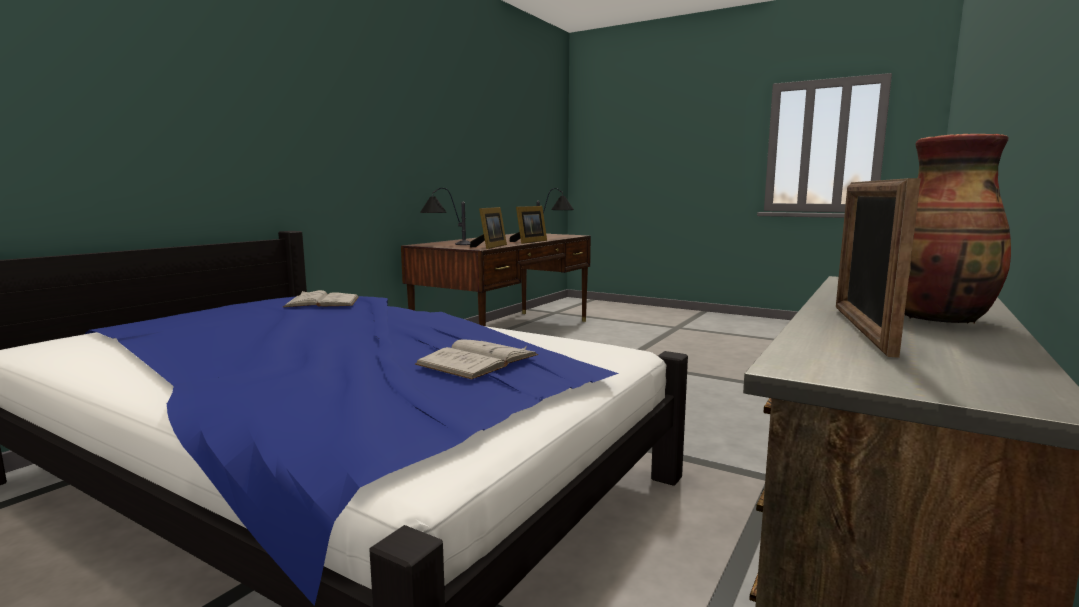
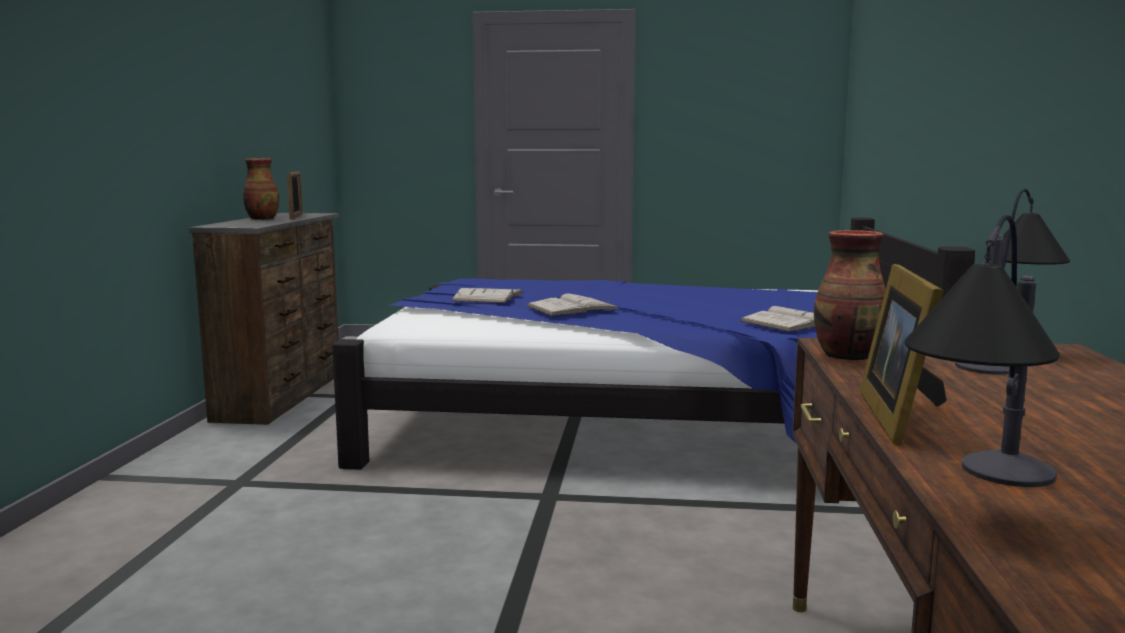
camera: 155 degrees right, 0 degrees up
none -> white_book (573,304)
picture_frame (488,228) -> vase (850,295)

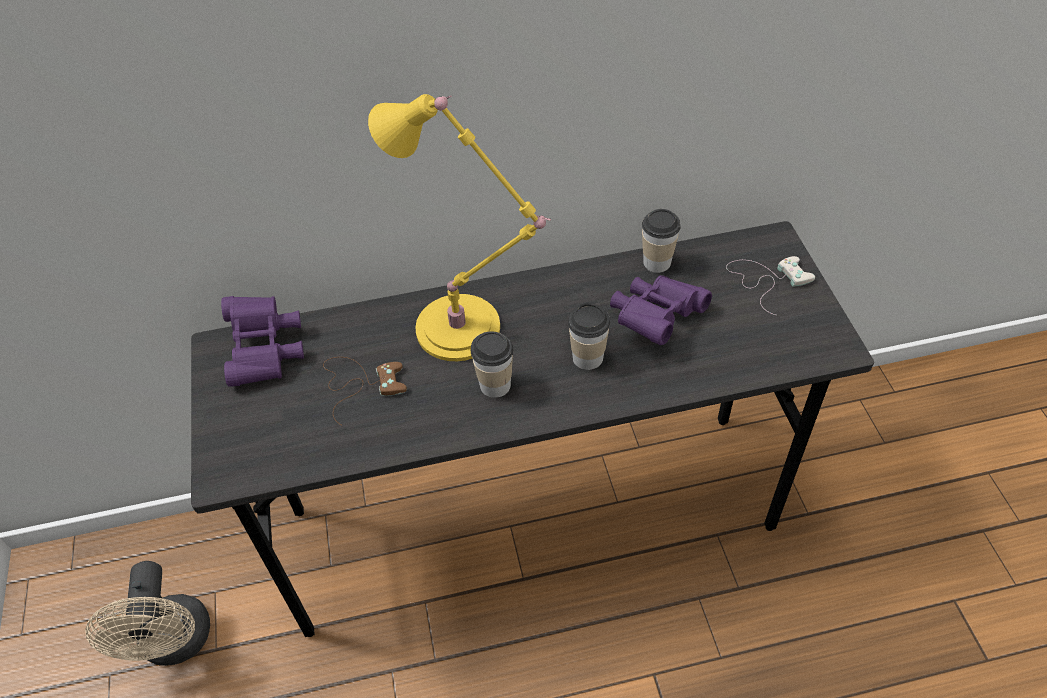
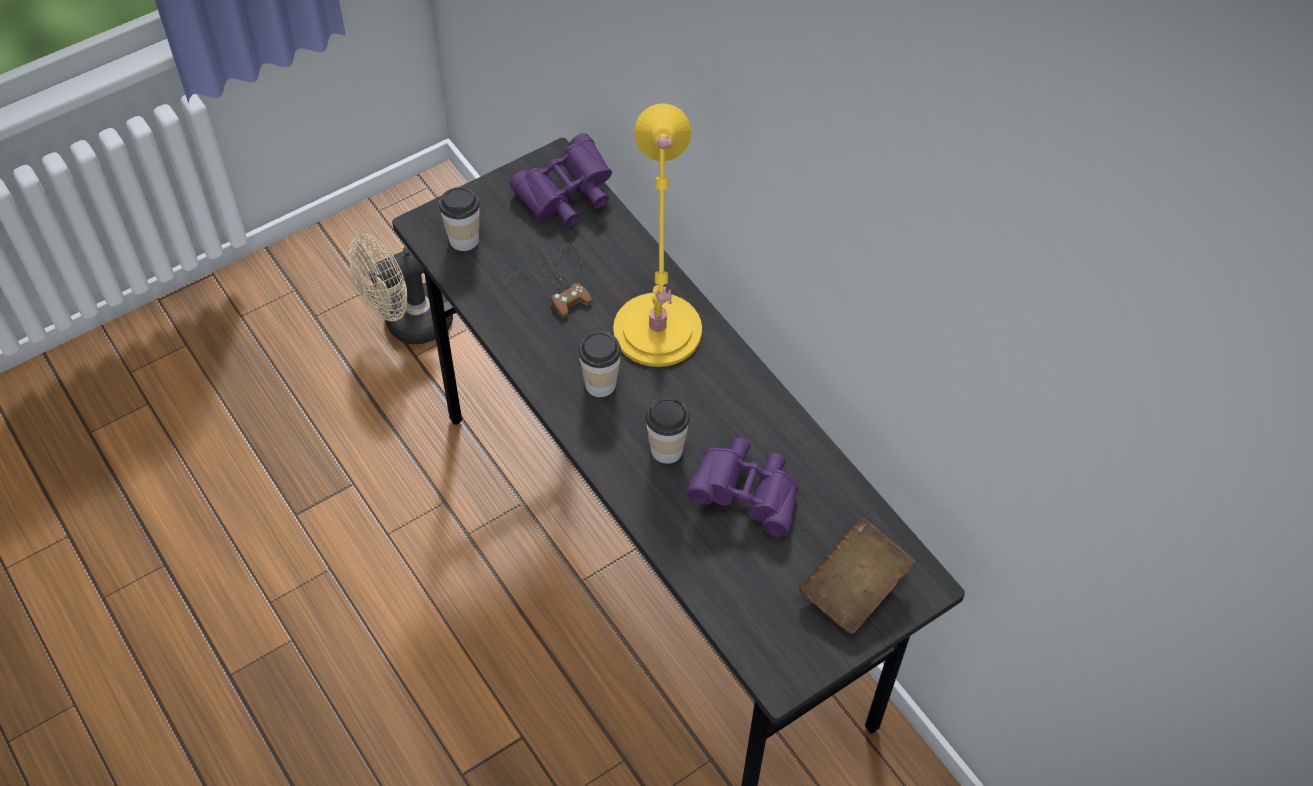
camera: 65 degrees right, 5 degrees up
cup (661,241) -> cup (459,219), move
white_game_controller (770,285) -> brown_book (857,576)

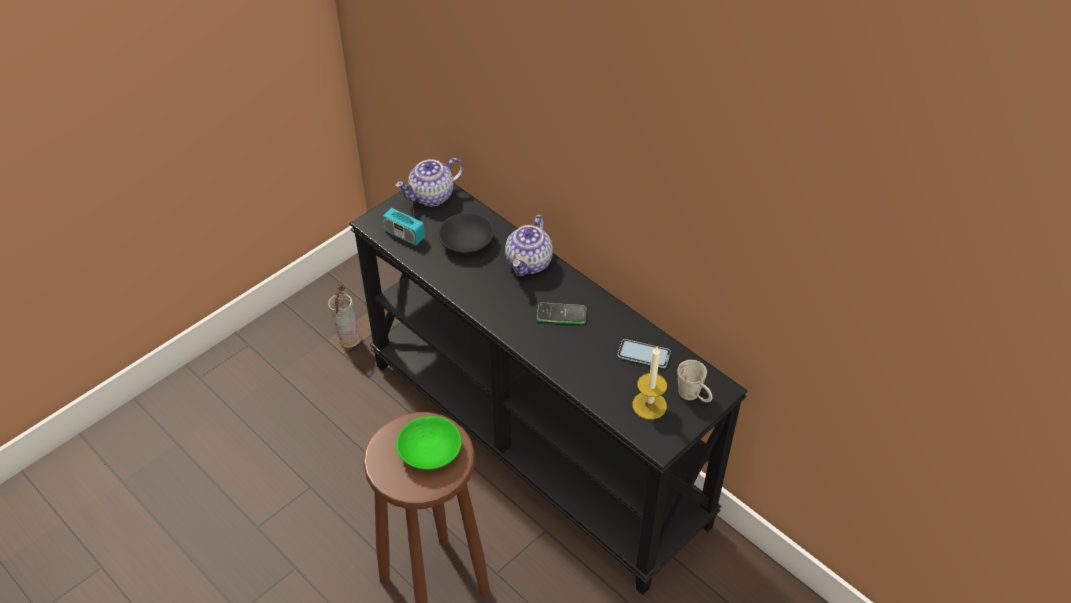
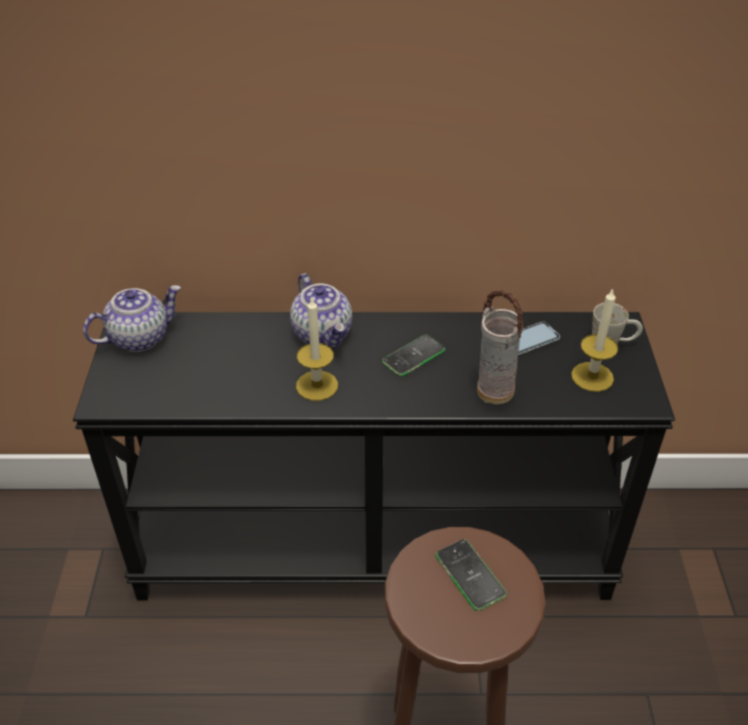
camera: 45 degrees left, 5 degrees down
radio (403,219) -> none
black_bowl (466,233) -> none
none -> candle (317,349)
vase (344,316) -> vase (500,347), move
green_bowl (429,443) -> phone (470,574)
teapot (430,182) -> teapot (132,318), 135 degrees counterclockwise

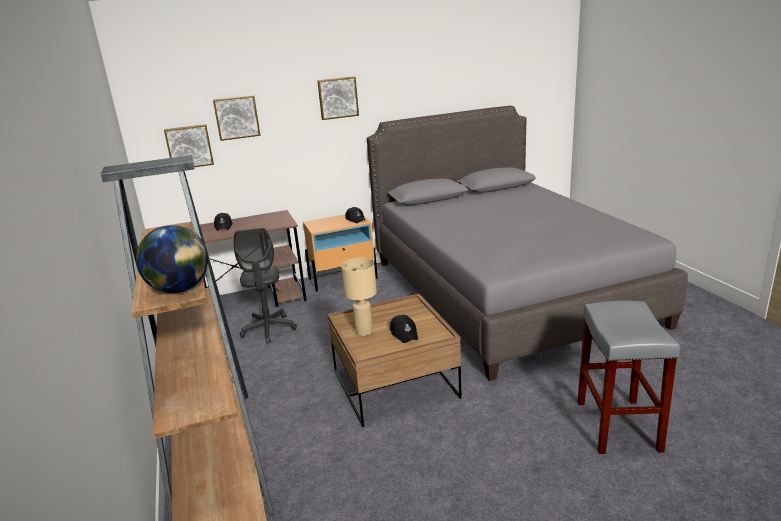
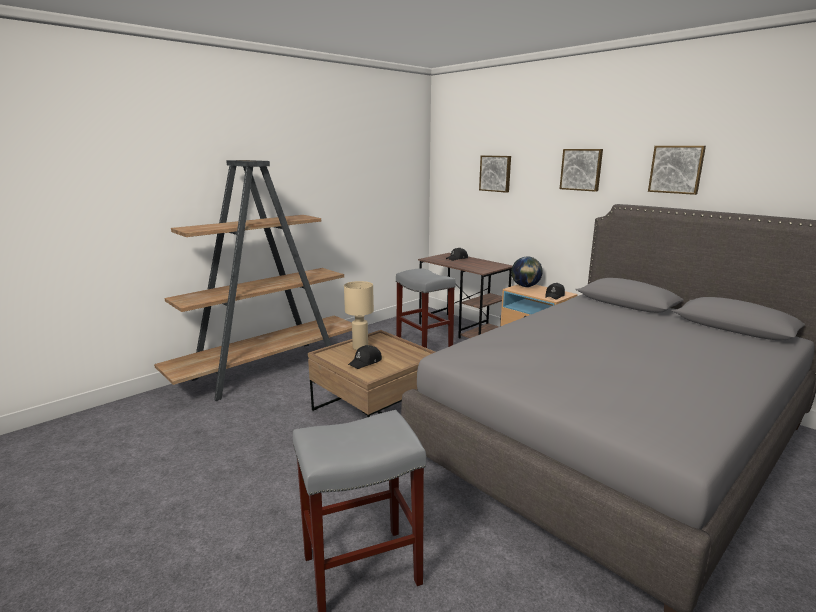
camera: 65 degrees right, 5 degrees down
globe (172,259) -> globe (527,272), move
picture (189,145) -> picture (677,170), move
grey_office_chair (265,285) -> grey_stool (426,308)

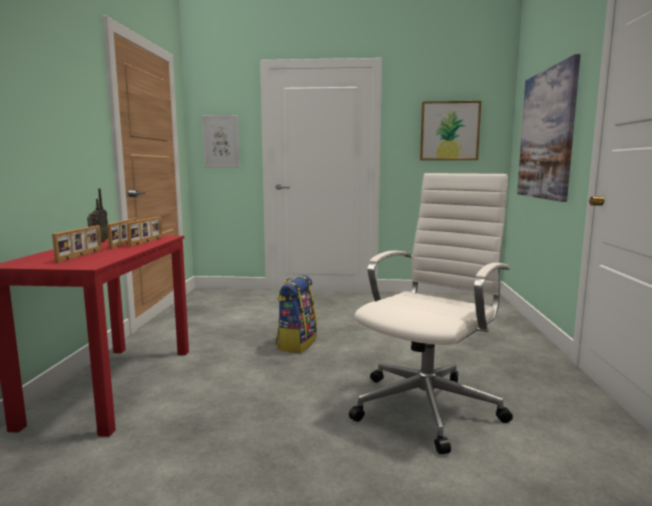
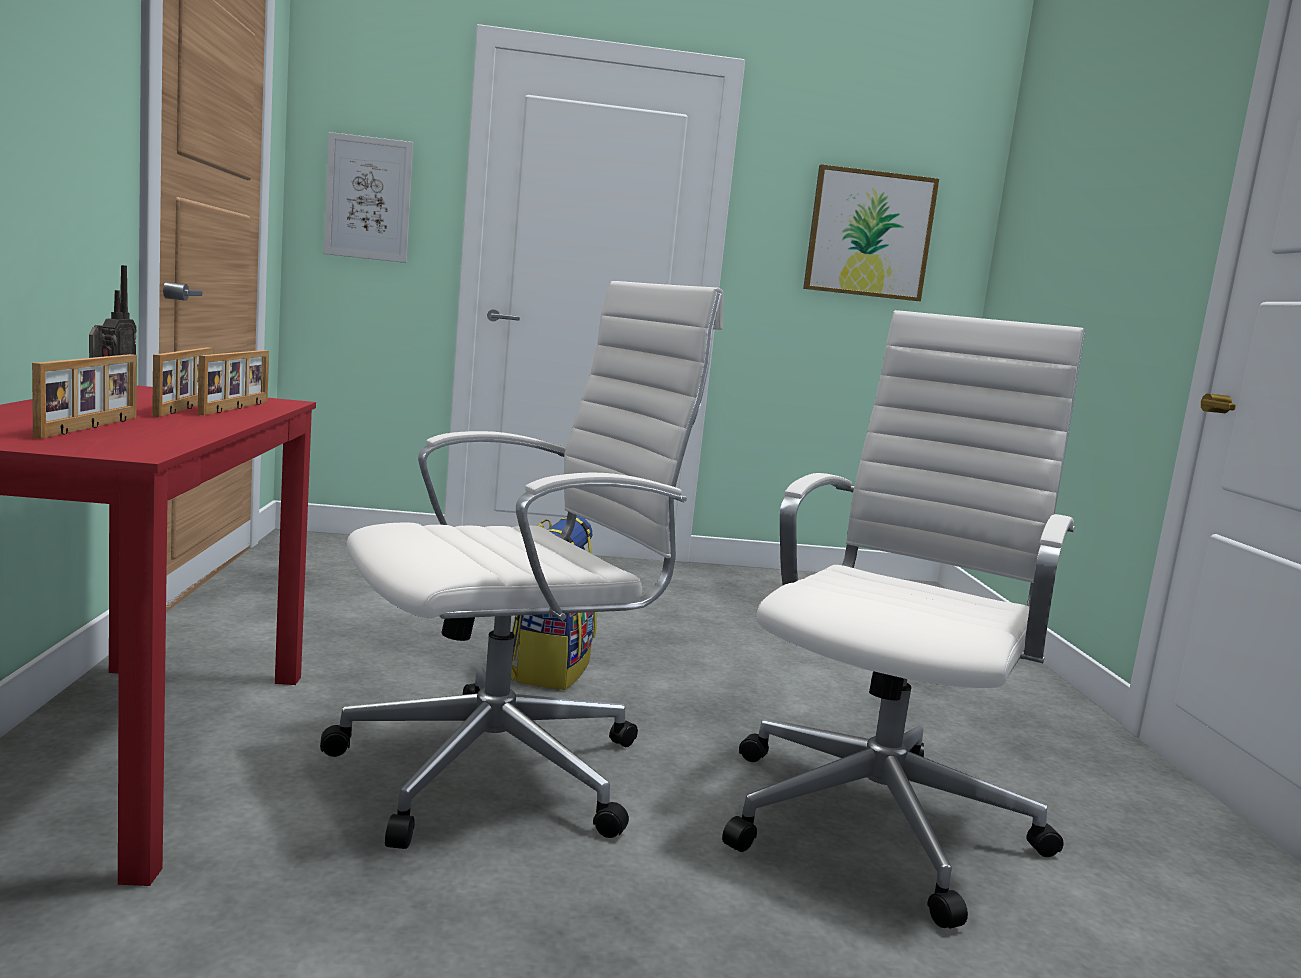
camera: 10 degrees left, 0 degrees up
picture (549,128) -> none
none -> white_office_chair (522,565)

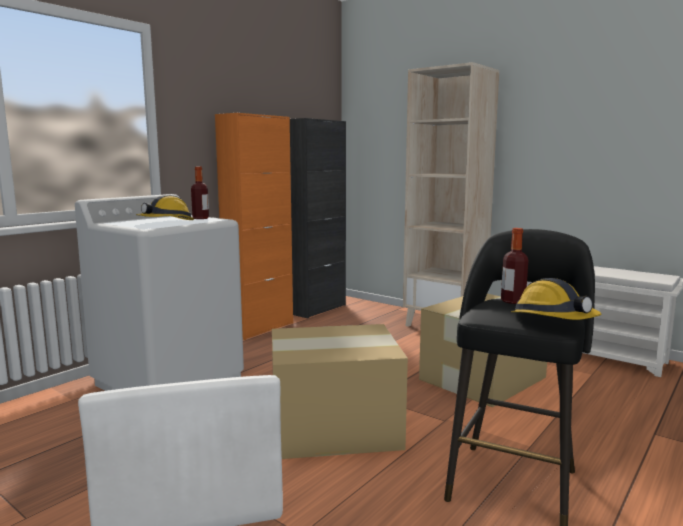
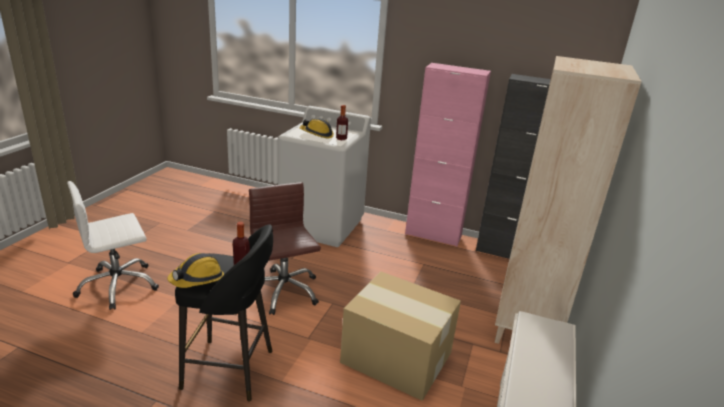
camera: 70 degrees right, 15 degrees up
cardboard_box (340,391) -> brown_office_chair (285,248)
orange_cabinet (254,226) -> pink_cabinet (448,155)

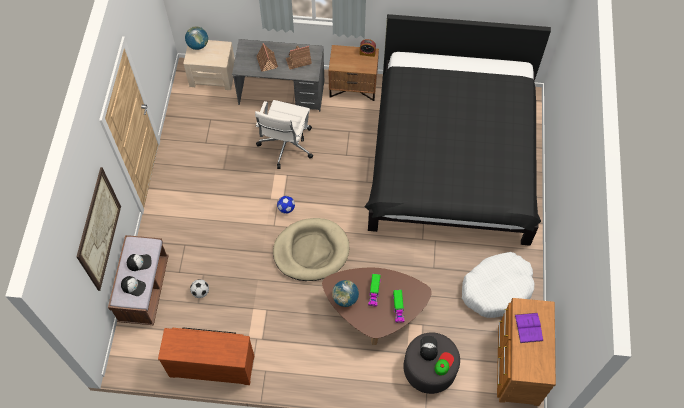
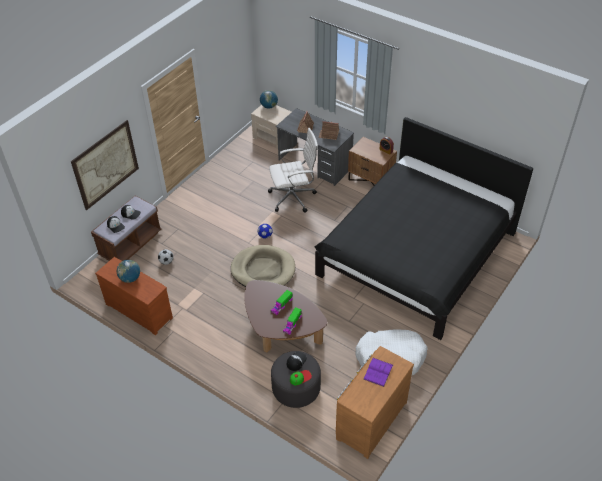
camera: 30 degrees right, 15 degrees down
globe (345,293) -> globe (128,271), move
white_office_chair (284,134) -> white_office_chair (293,170), 150 degrees counterclockwise

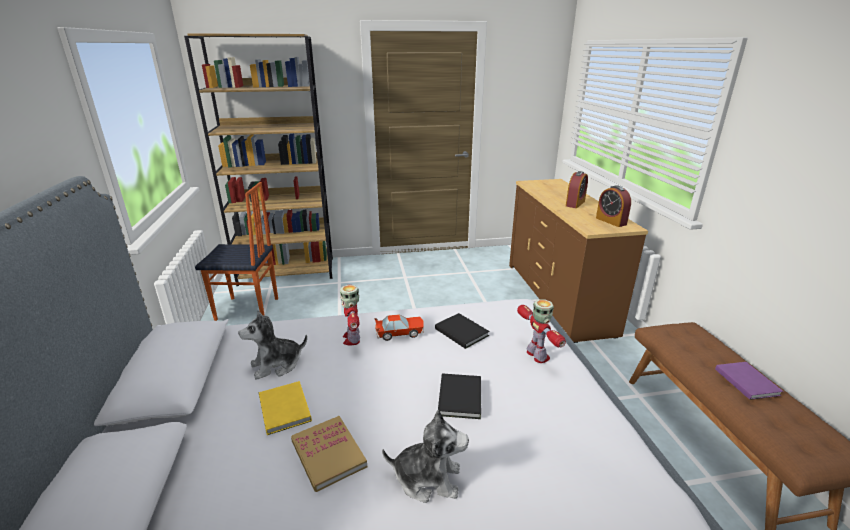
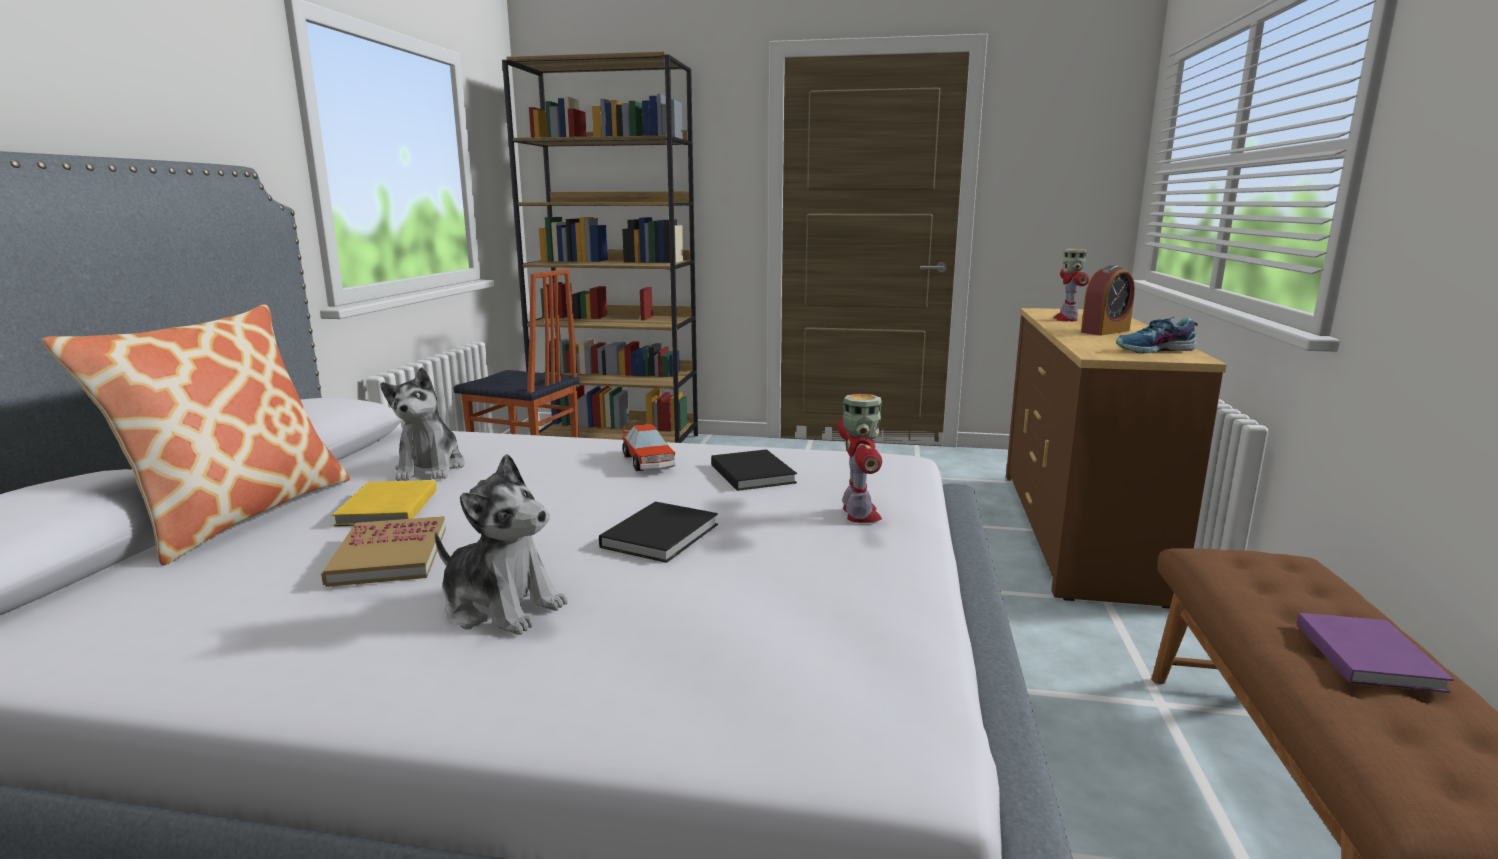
camera: 20 degrees right, 10 degrees down
none -> pillow (196,435)
toy_robot (350,315) -> toy_robot (1071,285), move
alarm_clock (613,206) -> shoe (1157,335)
plush_toy (272,345) -> plush_toy (422,424), 90 degrees counterclockwise
toy_car (399,327) -> toy_car (648,447), 60 degrees clockwise

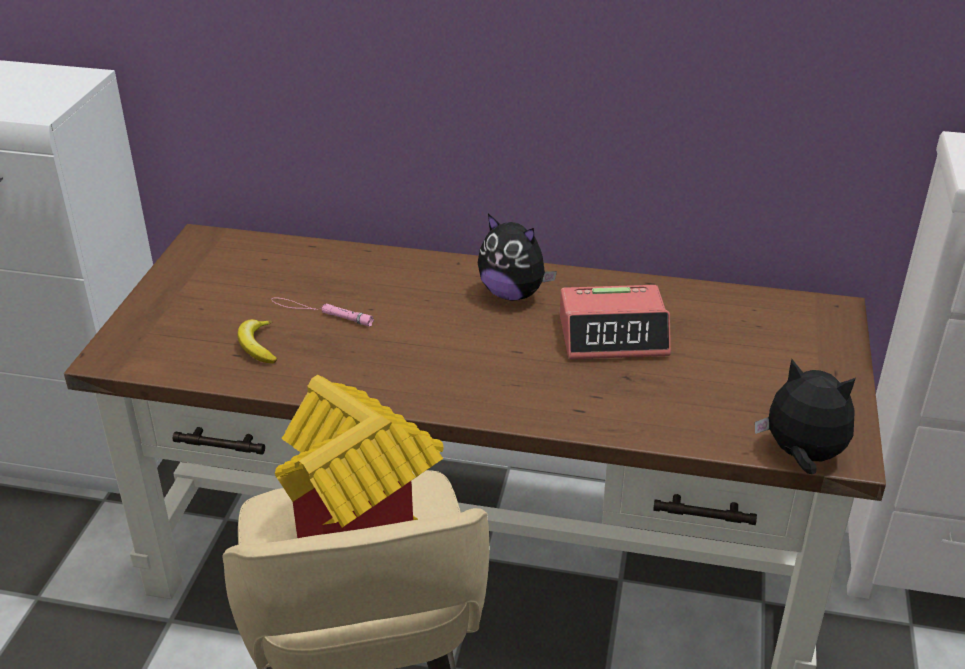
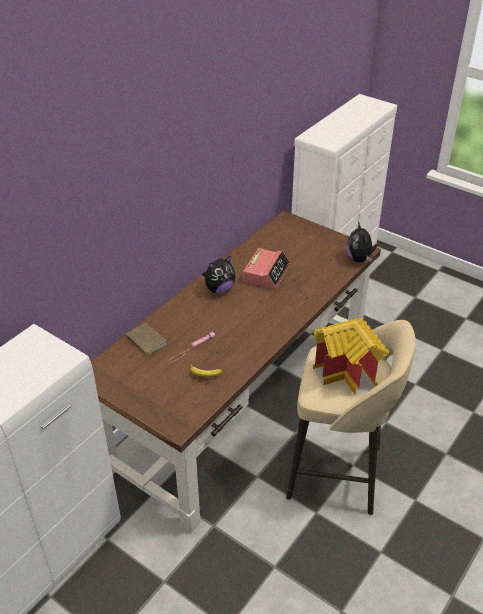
camera: 65 degrees left, 5 degrees up
none -> brown_book (146,340)
plush_toy (805,416) -> plush_toy (362,241), 60 degrees counterclockwise

